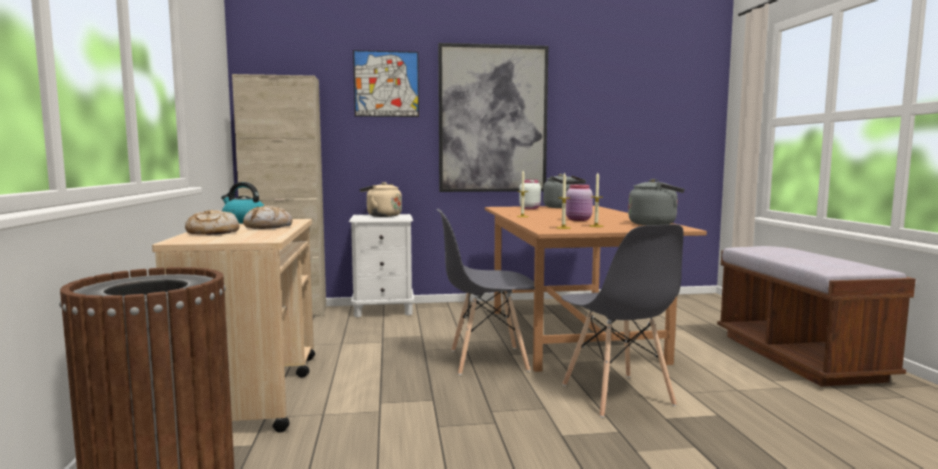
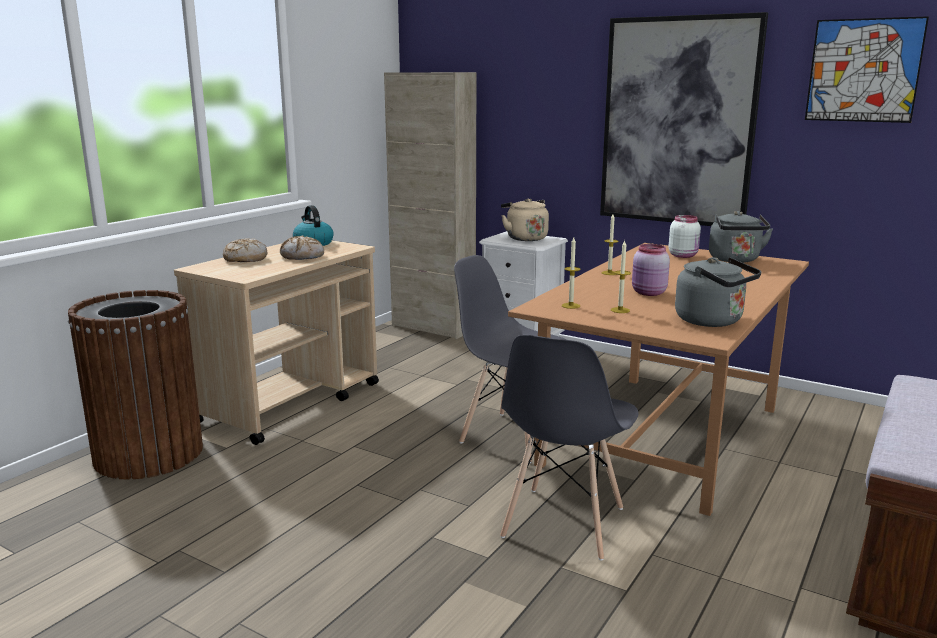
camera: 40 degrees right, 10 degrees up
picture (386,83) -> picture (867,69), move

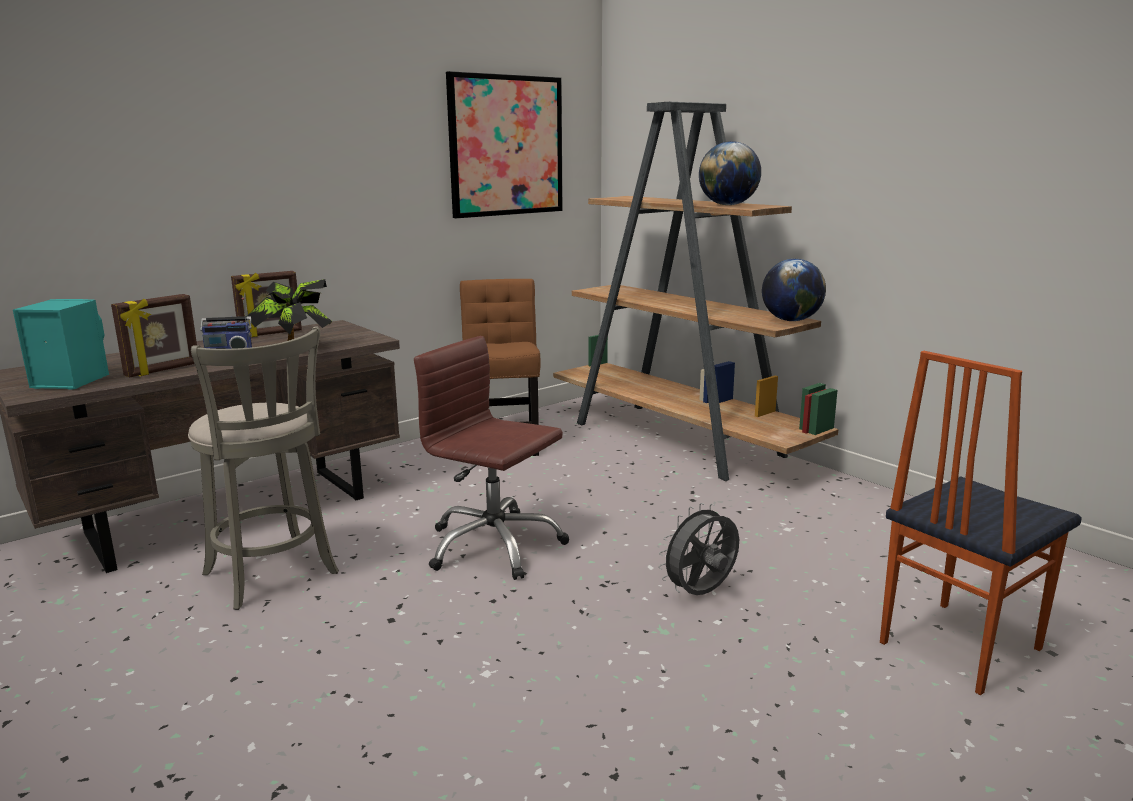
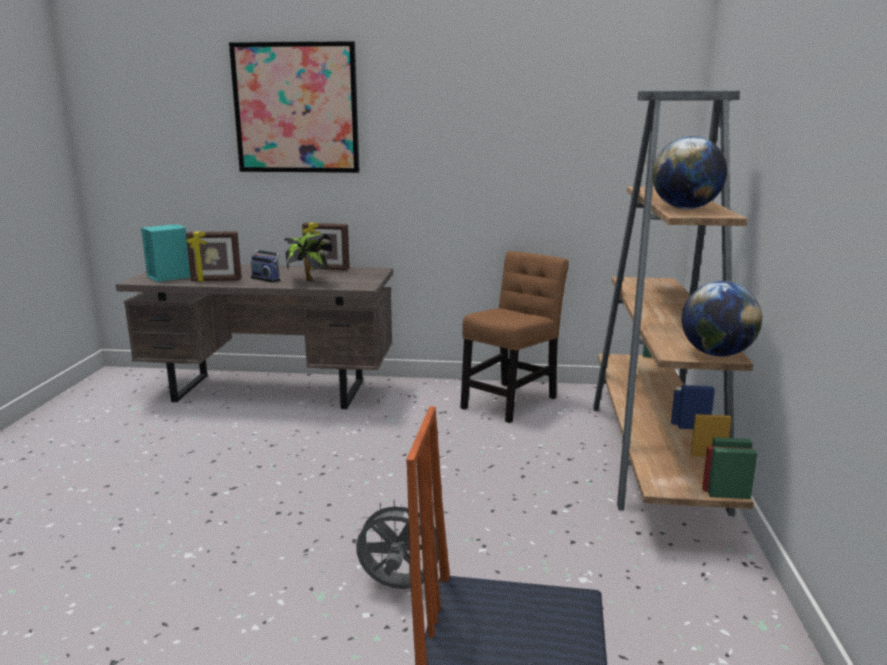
camera: 45 degrees right, 0 degrees up
grey_stool (263,468) -> none
brown_office_chair (491,458) -> none
picture (504,144) -> picture (294,107), move

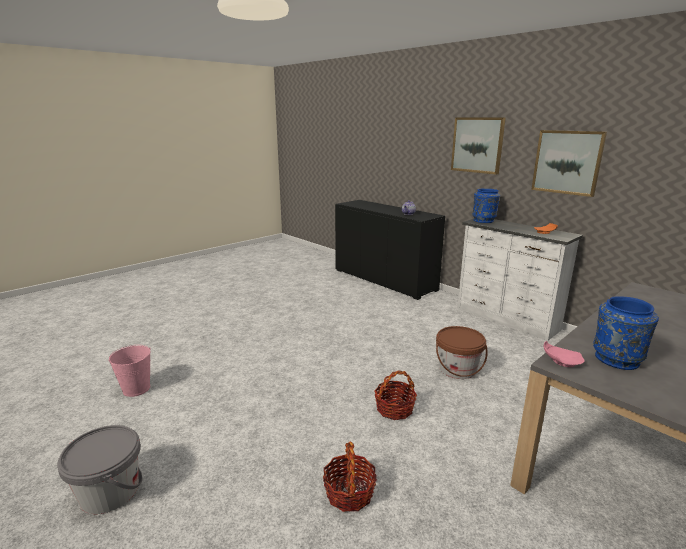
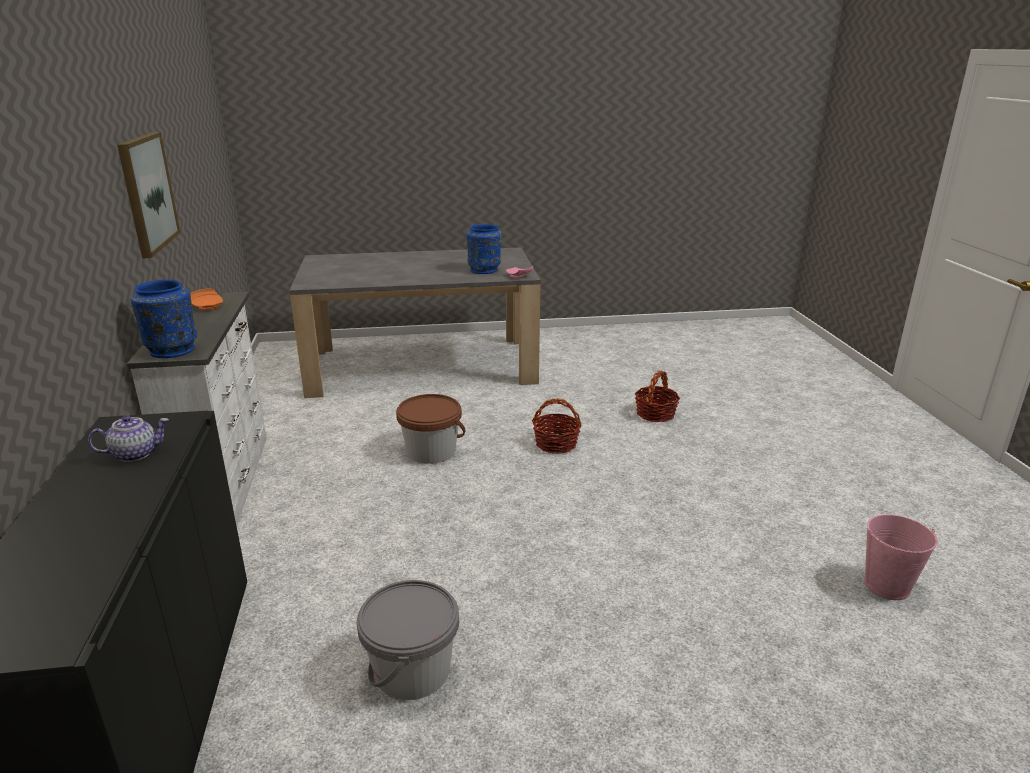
camera: 145 degrees left, 5 degrees up
picture (478,146) -> none
grey_bucket (99,469) -> grey_bucket (408,640), move

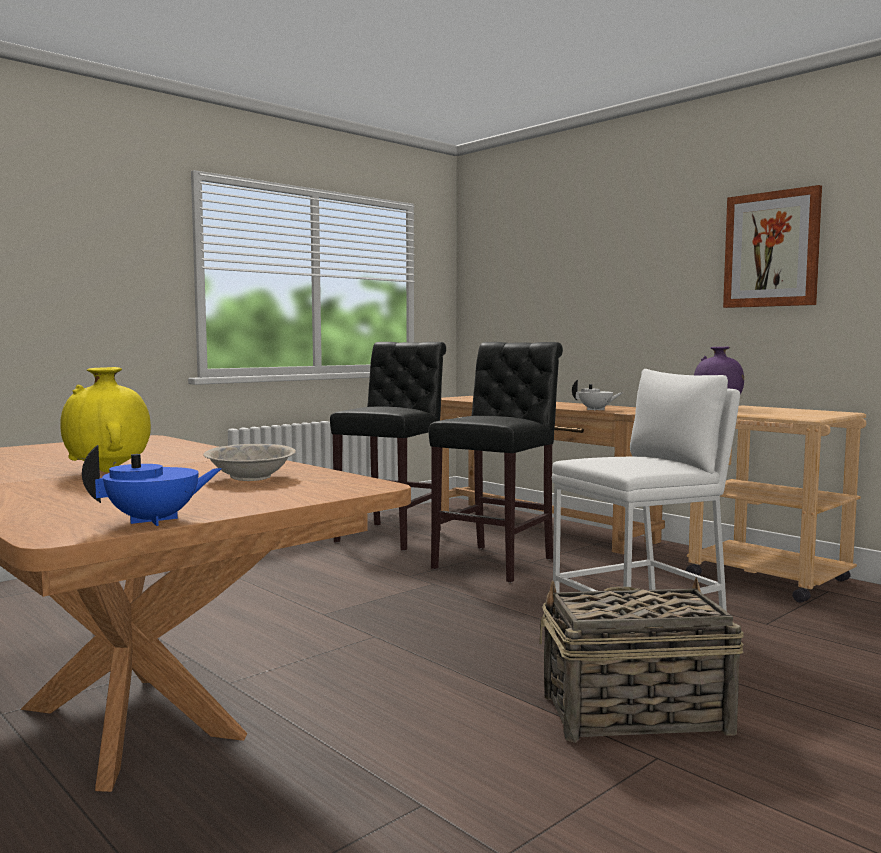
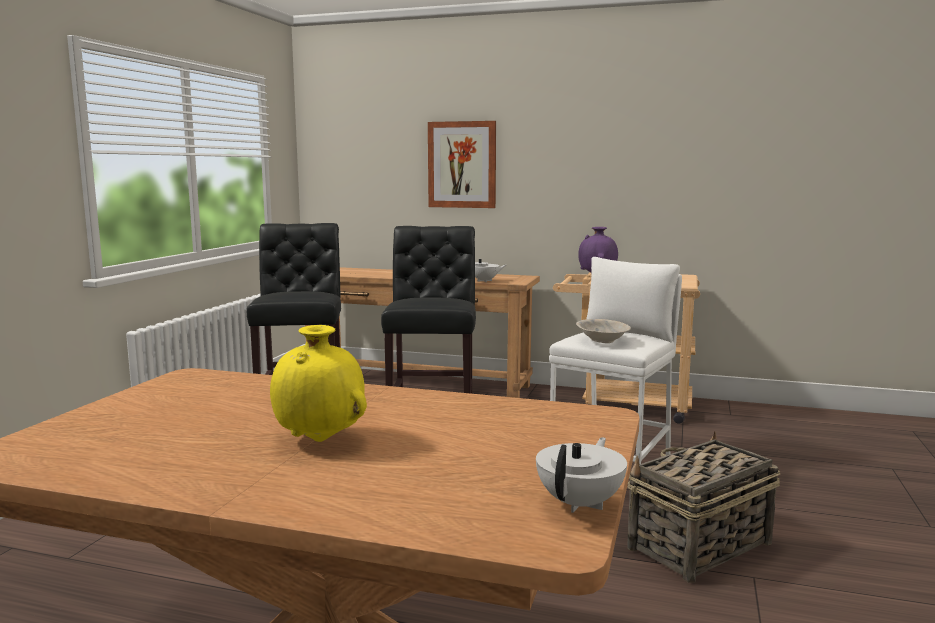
camera: 30 degrees left, 5 degrees up
beige_bowl (249,462) -> beige_bowl (603,331), move
picture (772,246) -> picture (462,164), move
blue_teapot (152,485) -> white_teapot (581,475)

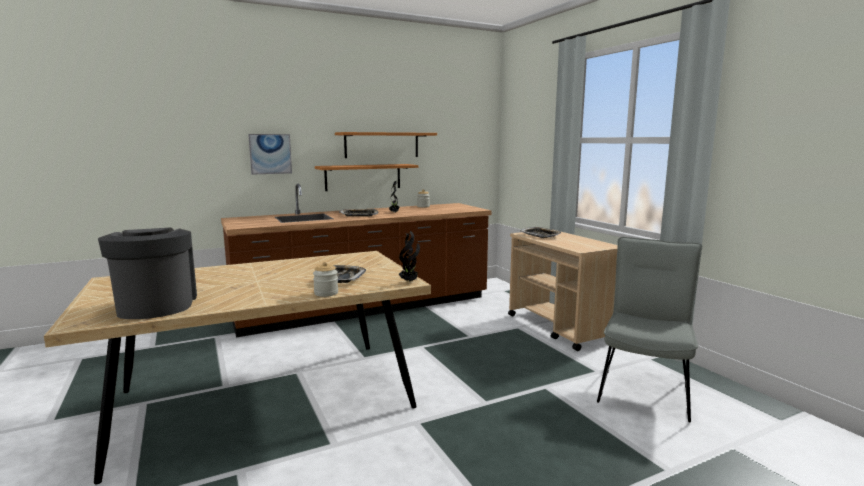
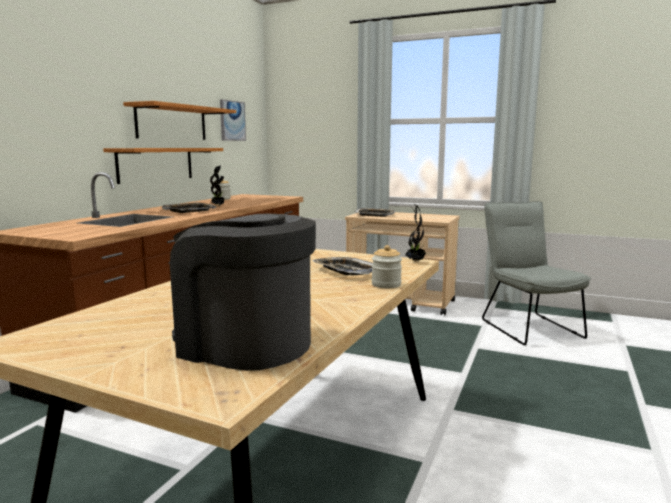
camera: 40 degrees left, 0 degrees up
picture (270,154) -> picture (233,120), move

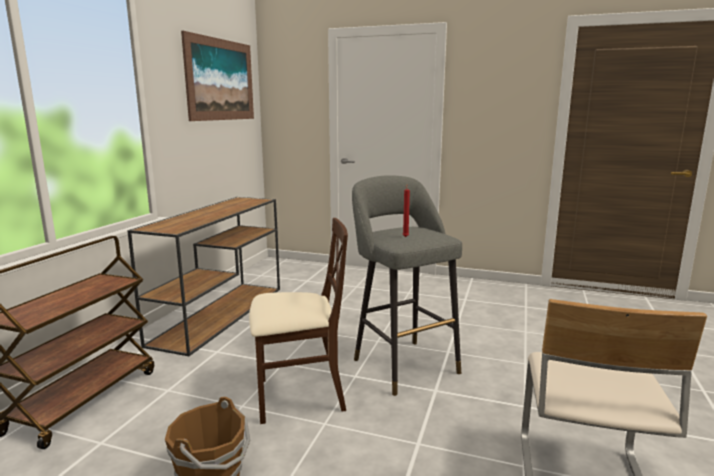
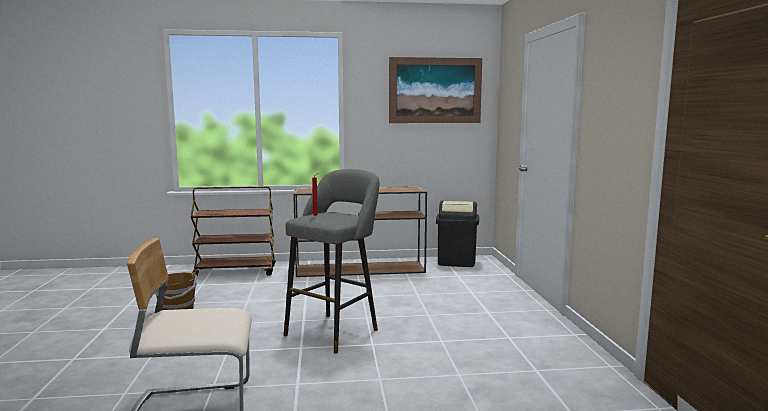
camera: 65 degrees right, 5 degrees down
beige_chair (298,321) -> none
none -> black_trash_can (457,234)

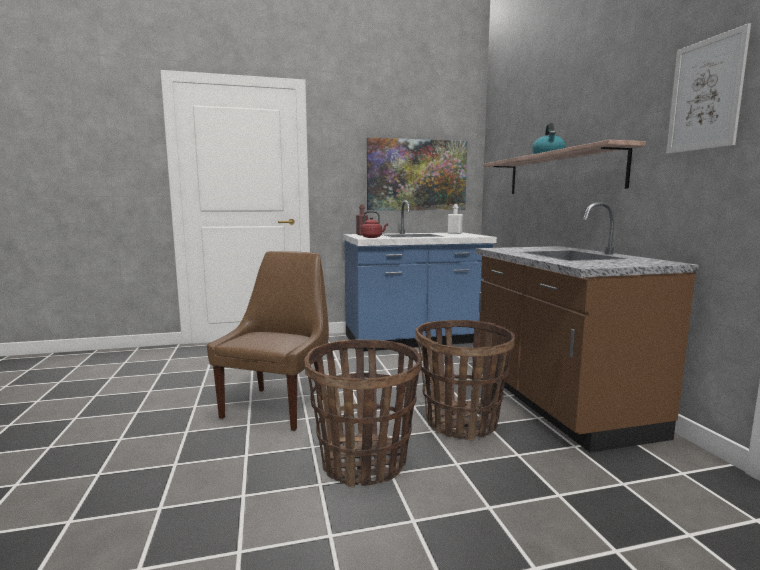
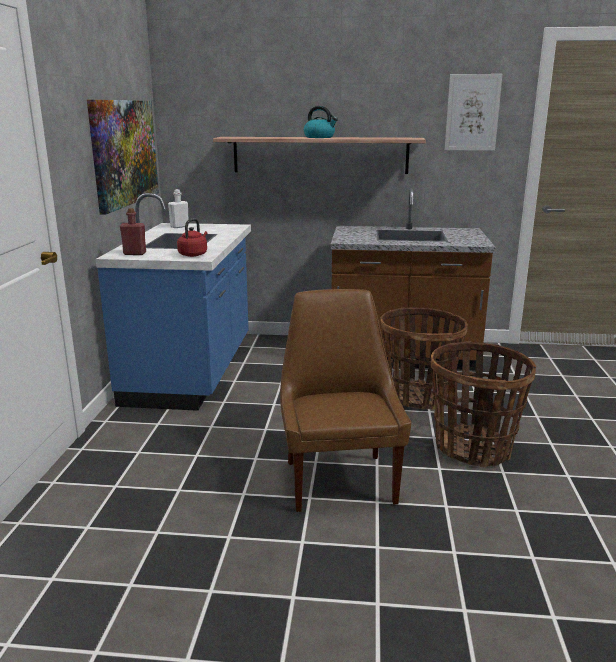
camera: 70 degrees left, 10 degrees up
brown_chair (268,341) -> brown_chair (345,400), 45 degrees clockwise

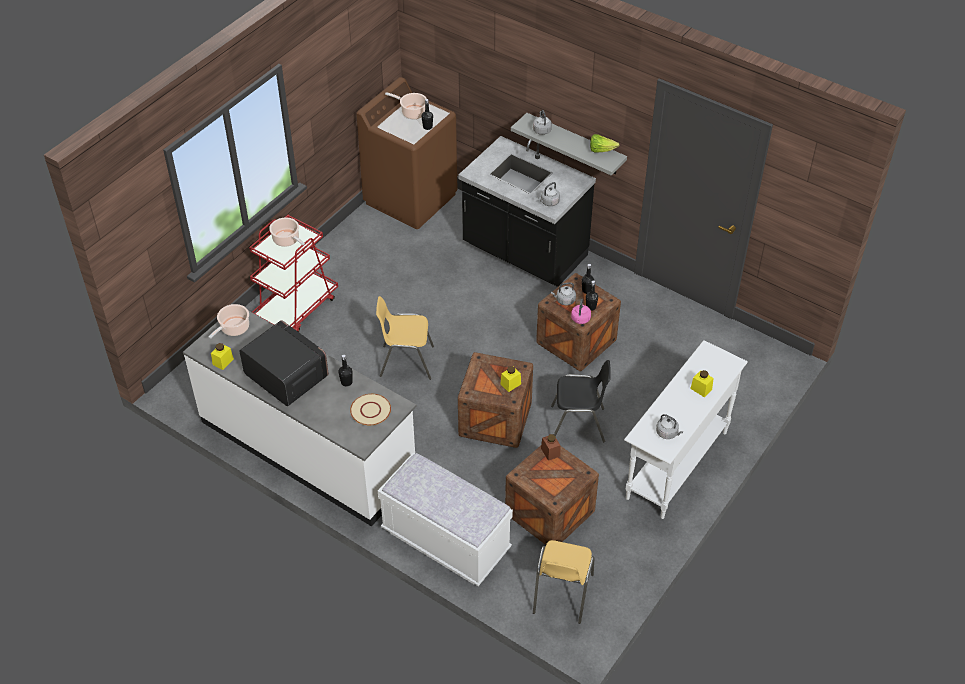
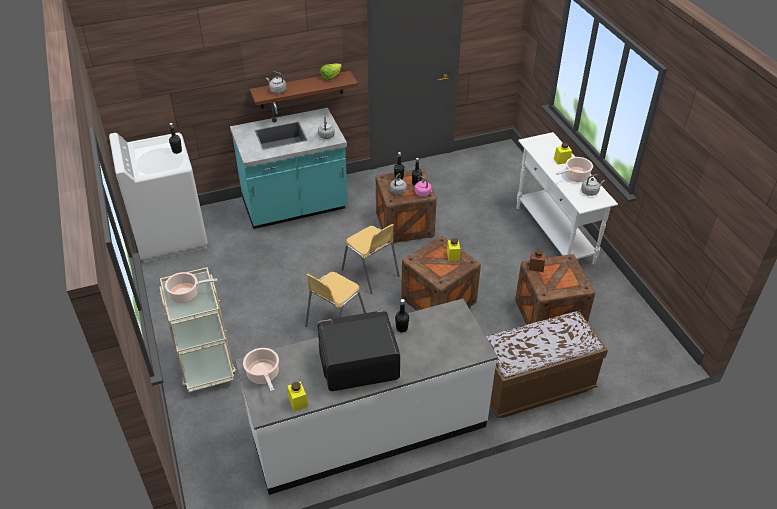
camera: 55 degrees left, 5 degrees down
beige_plate (370,409) -> none
black_chair (581,401) -> none
cooking_pot (406,105) -> cooking_pot (574,169), move
yellow_chair (563,582) -> yellow_chair (370,259), move
red_cart (293,273) -> beige_cart (197,330)
brown_washing_machine (406,153) -> white_washing_machine (158,198)
white_bench (445,519) -> brown_bench (547,364)
black_counter (527,211) -> turquoise_counter (289,165)
grey_shelf (569,144) -> brown_shelf (304,90)

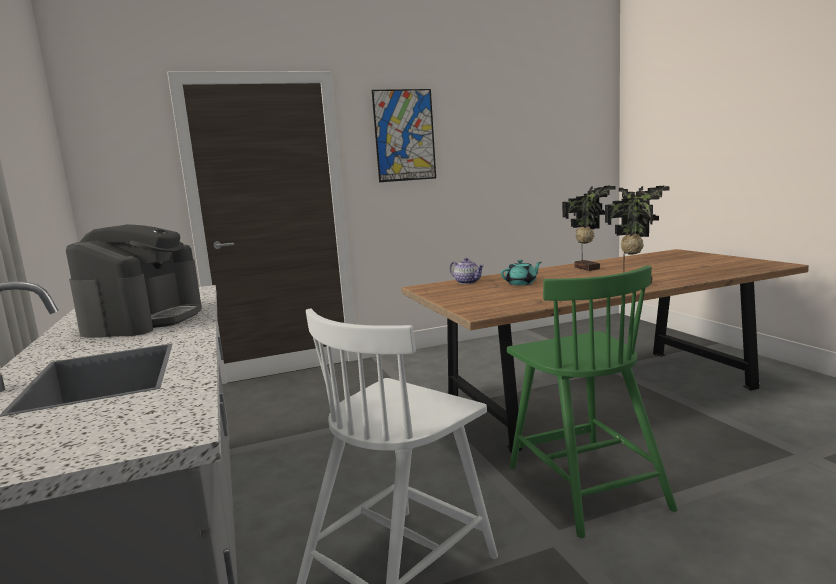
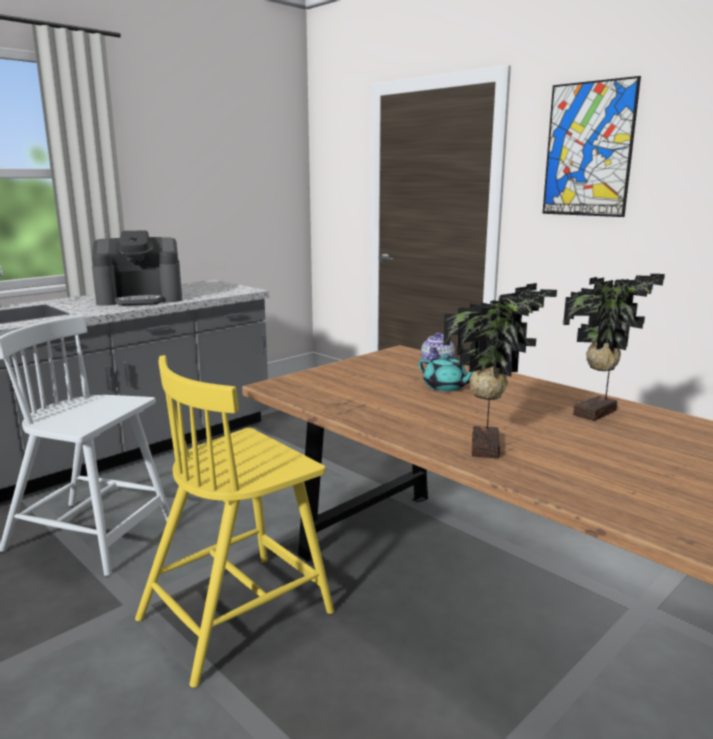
camera: 65 degrees right, 5 degrees up
green_chair (592,401) -> yellow_chair (234,521)

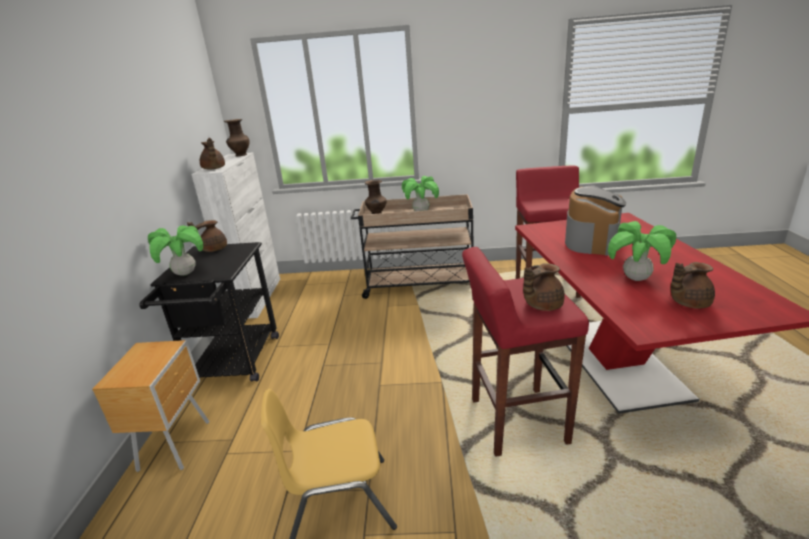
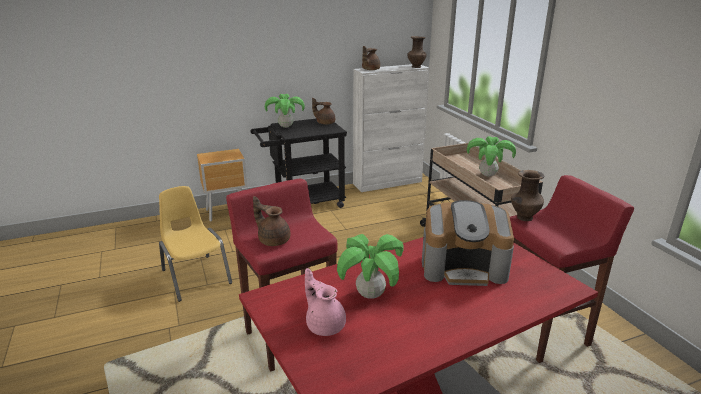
camera: 65 degrees right, 0 degrees up
brown_vase (376,197) -> brown_vase (528,195), move
brown_teapot (693,285) -> pink_teapot (325,302)

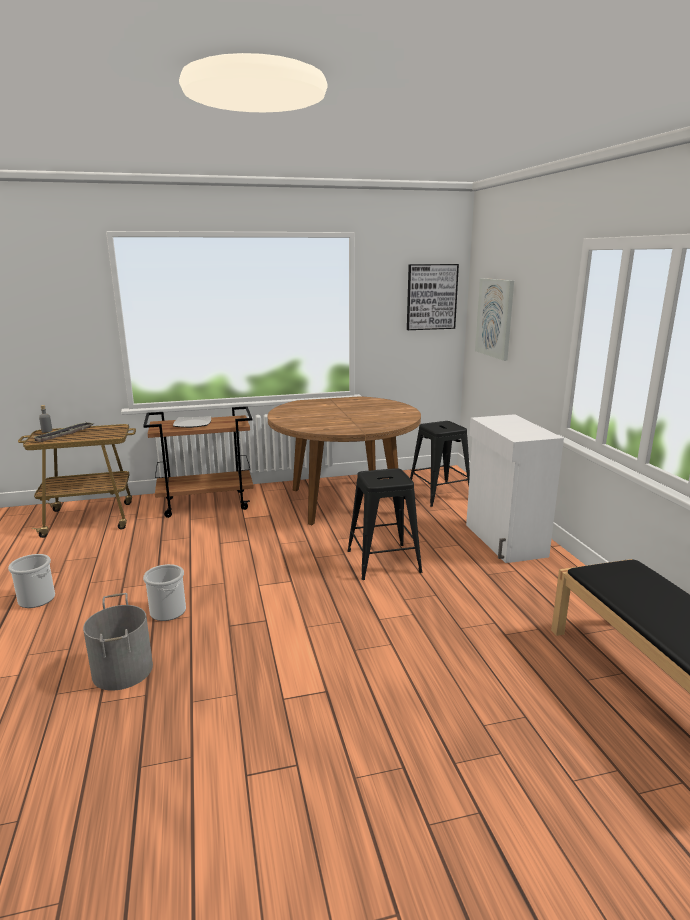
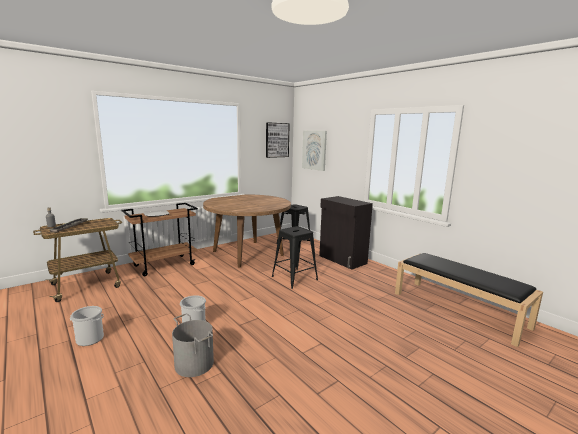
camera: 25 degrees left, 5 degrees down
white_cabinet (515,488) -> black_cabinet (346,232)

